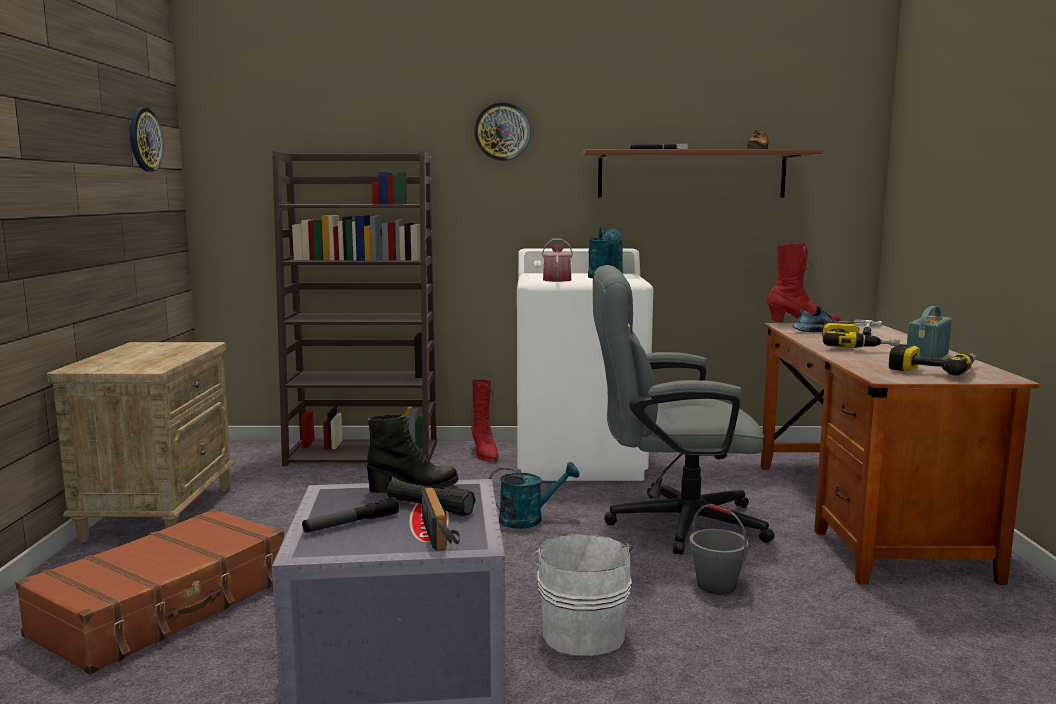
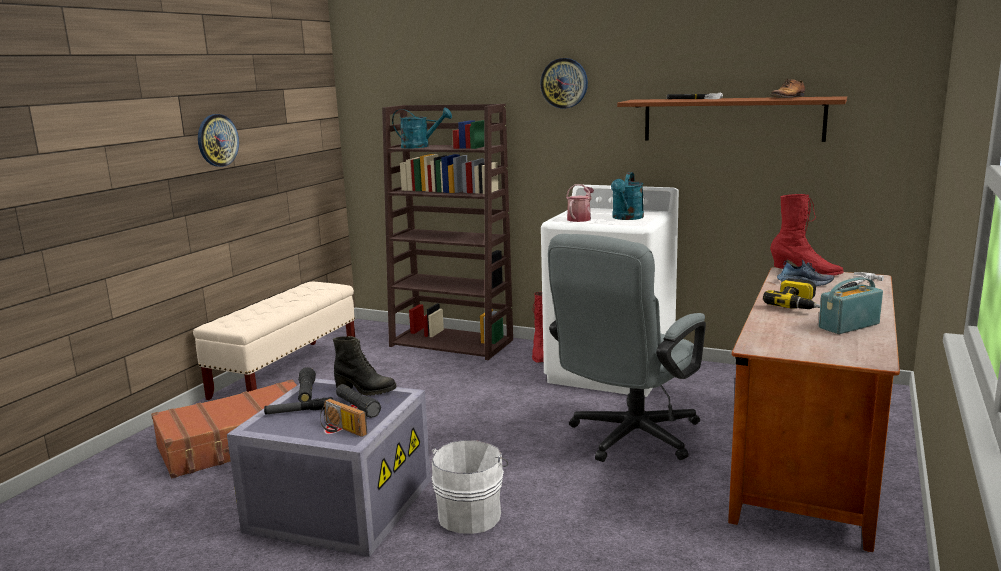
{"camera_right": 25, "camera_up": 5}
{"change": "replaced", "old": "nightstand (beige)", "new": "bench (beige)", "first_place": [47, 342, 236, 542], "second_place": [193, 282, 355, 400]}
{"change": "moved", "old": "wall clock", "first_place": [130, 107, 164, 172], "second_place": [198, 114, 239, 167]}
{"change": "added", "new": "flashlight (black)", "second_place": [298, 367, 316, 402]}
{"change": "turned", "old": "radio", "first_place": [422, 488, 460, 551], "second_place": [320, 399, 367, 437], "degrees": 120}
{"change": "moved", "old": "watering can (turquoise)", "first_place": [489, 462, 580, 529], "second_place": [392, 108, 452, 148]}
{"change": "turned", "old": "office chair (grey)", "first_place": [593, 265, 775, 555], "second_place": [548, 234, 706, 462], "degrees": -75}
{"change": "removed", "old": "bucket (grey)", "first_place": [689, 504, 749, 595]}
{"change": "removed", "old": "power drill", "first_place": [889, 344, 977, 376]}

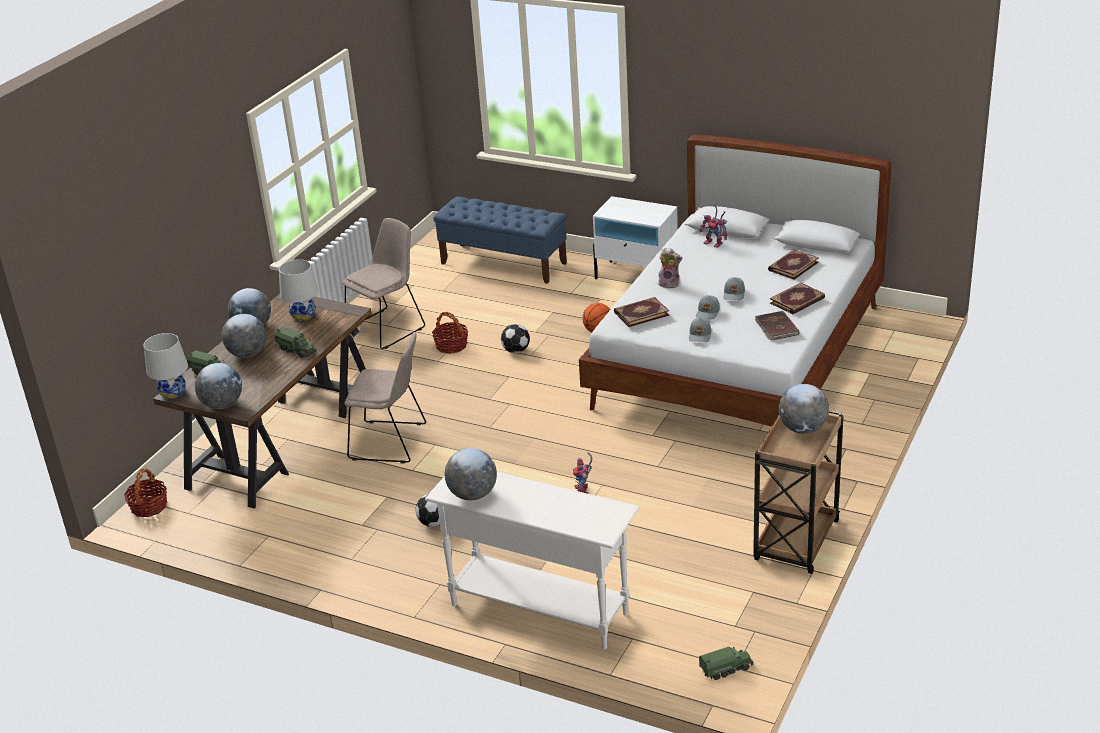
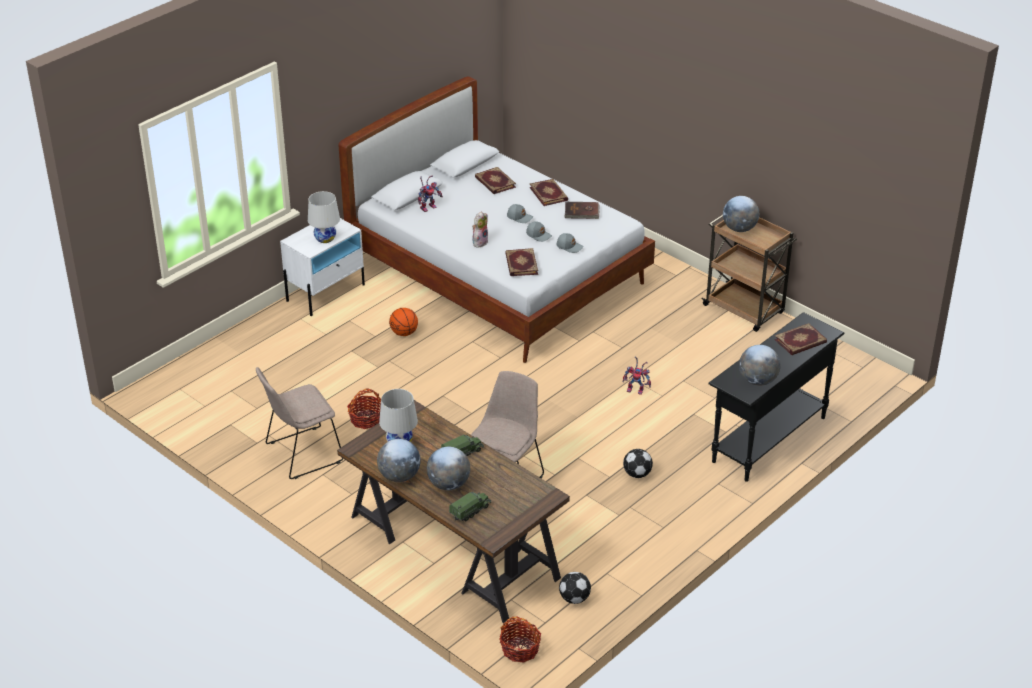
{"camera_right": -75, "camera_up": 5}
{"change": "turned", "old": "chair (beige)", "first_place": [343, 218, 425, 349], "second_place": [256, 367, 343, 479], "degrees": -90}
{"change": "moved", "old": "table lamp (white)", "first_place": [144, 333, 188, 399], "second_place": [308, 191, 340, 243]}
{"change": "moved", "old": "football", "first_place": [501, 324, 530, 353], "second_place": [559, 572, 591, 604]}
{"change": "recoloured", "old": "console table (white)", "new": "console table (black)", "first_place": [425, 472, 640, 650], "second_place": [708, 312, 844, 482]}
{"change": "added", "new": "book", "second_place": [774, 323, 827, 355]}
{"change": "removed", "old": "globe", "first_place": [195, 363, 242, 409]}
{"change": "removed", "old": "bench (blue)", "first_place": [433, 197, 567, 284]}
{"change": "removed", "old": "toy truck", "first_place": [699, 647, 754, 680]}

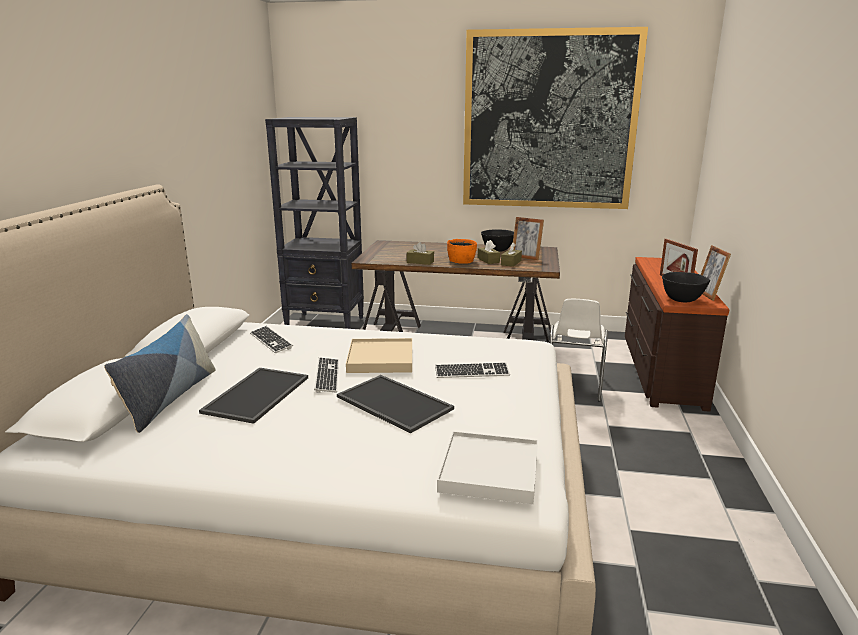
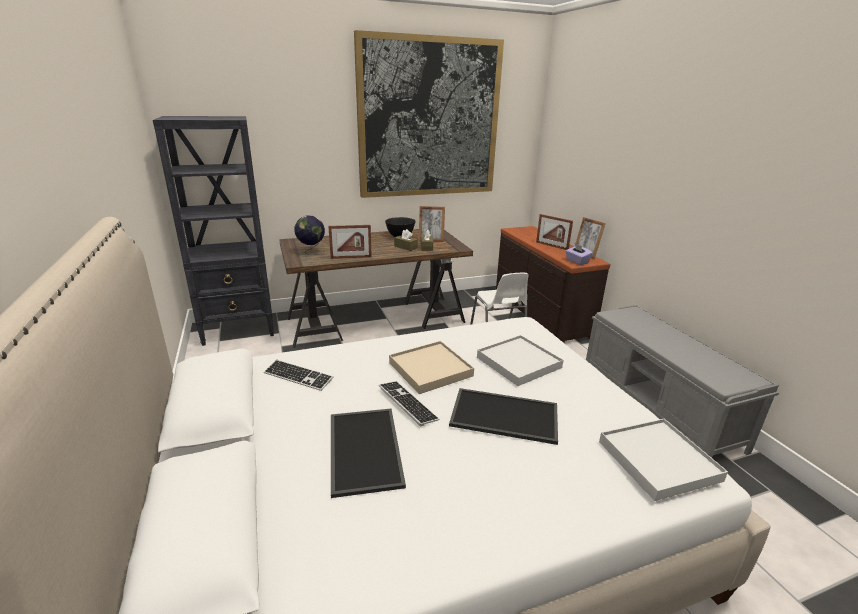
{"camera_right": -30, "camera_up": 5}
{"change": "added", "new": "globe", "second_place": [295, 215, 325, 255]}
{"change": "replaced", "old": "tissue box (brown)", "new": "picture frame", "first_place": [407, 242, 434, 265], "second_place": [328, 225, 372, 259]}
{"change": "replaced", "old": "keyboard", "new": "tray (white)", "first_place": [435, 362, 510, 378], "second_place": [477, 335, 564, 386]}
{"change": "replaced", "old": "bowl (black)", "new": "tissue box (purple)", "first_place": [662, 272, 710, 302], "second_place": [565, 244, 593, 265]}
{"change": "added", "new": "bench (grey)", "second_place": [586, 305, 779, 458]}
{"change": "removed", "old": "pillow", "first_place": [104, 314, 216, 433]}
{"change": "removed", "old": "bowl (orange)", "first_place": [447, 239, 477, 264]}

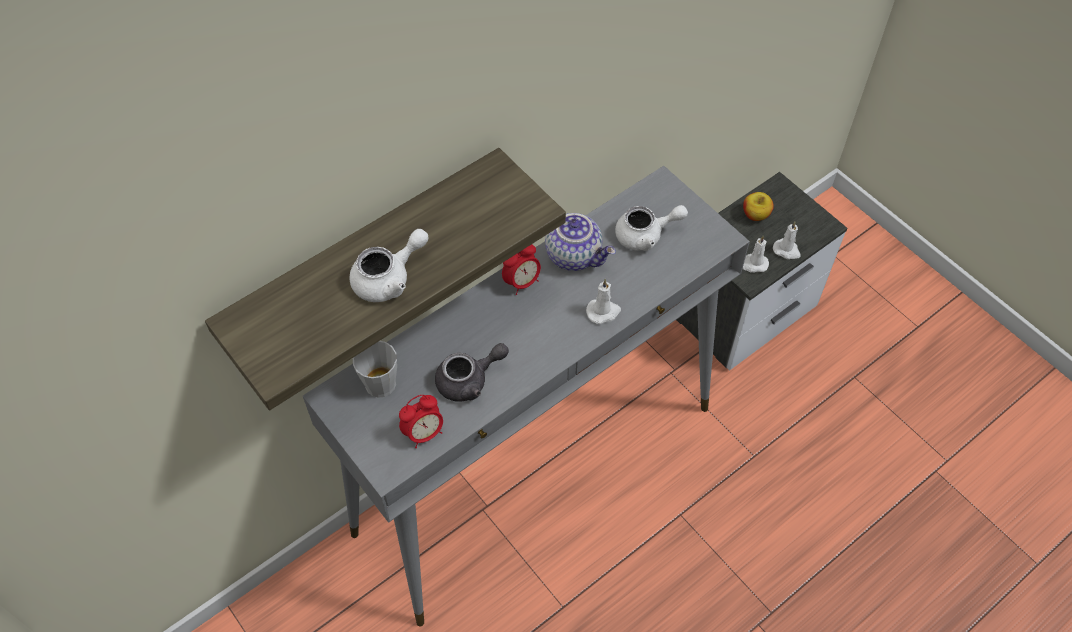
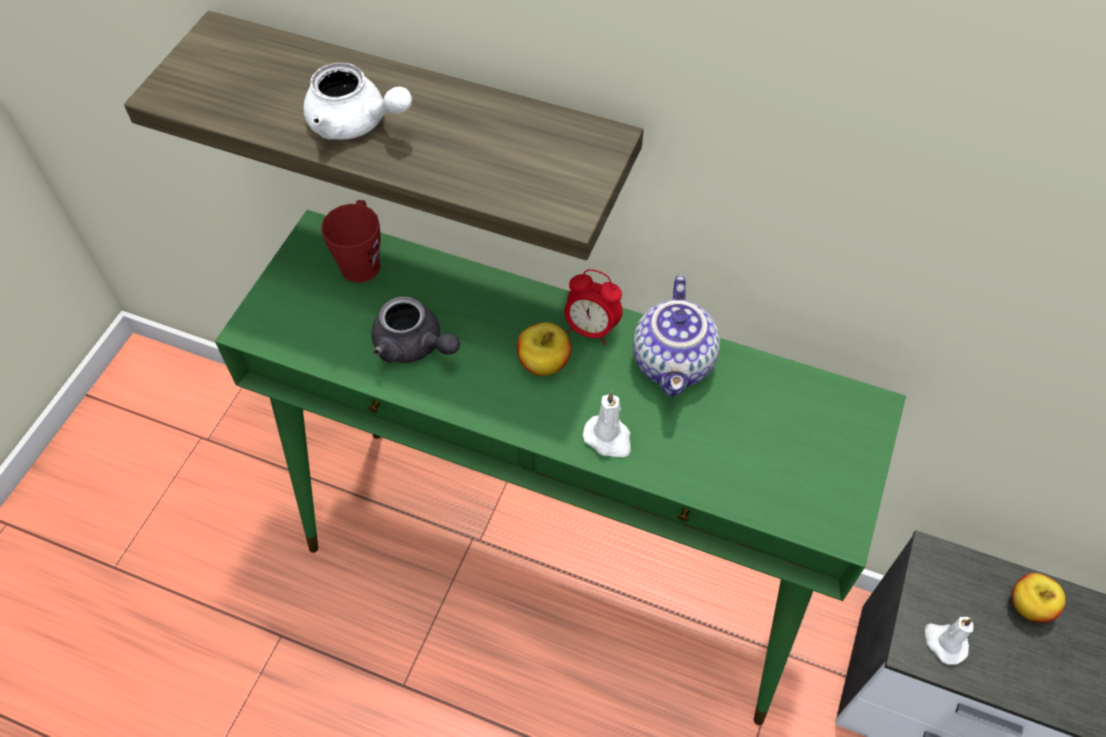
{"camera_right": 60, "camera_up": 0}
{"change": "recoloured", "old": "console table (grey)", "new": "console table (green)", "first_place": [303, 166, 750, 627], "second_place": [215, 210, 906, 725]}
{"change": "recoloured", "old": "mug (grey)", "new": "mug (red)", "first_place": [353, 341, 397, 398], "second_place": [321, 200, 381, 283]}
{"change": "added", "new": "apple", "second_place": [517, 322, 572, 376]}
{"change": "removed", "old": "alarm clock", "first_place": [399, 395, 443, 448]}
{"change": "removed", "old": "teapot (white)", "first_place": [615, 205, 688, 251]}
{"change": "removed", "old": "candle (white)", "first_place": [773, 222, 801, 259]}

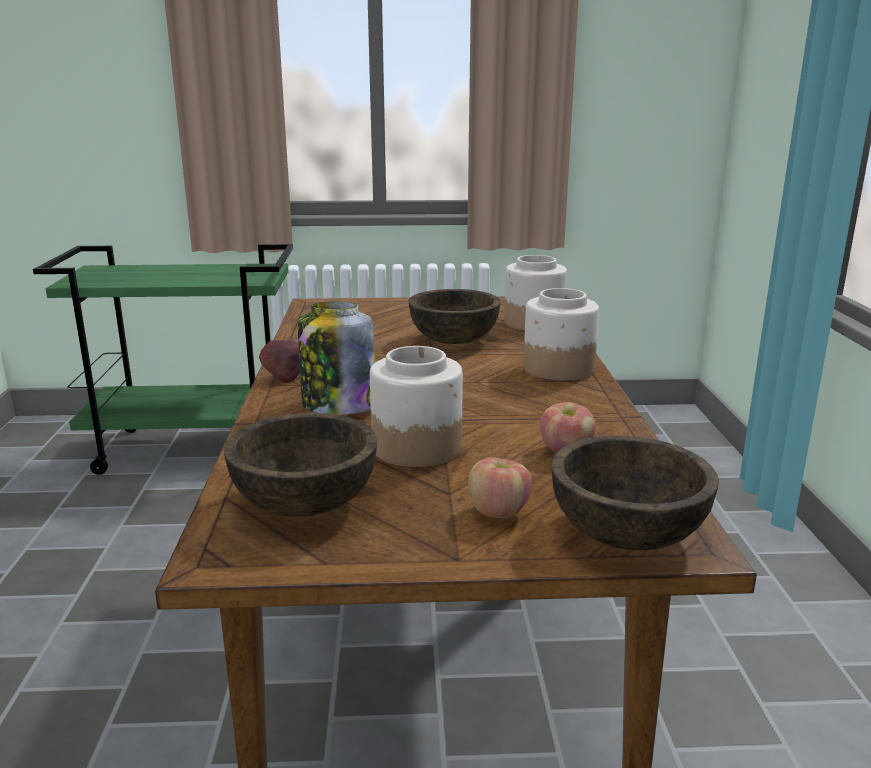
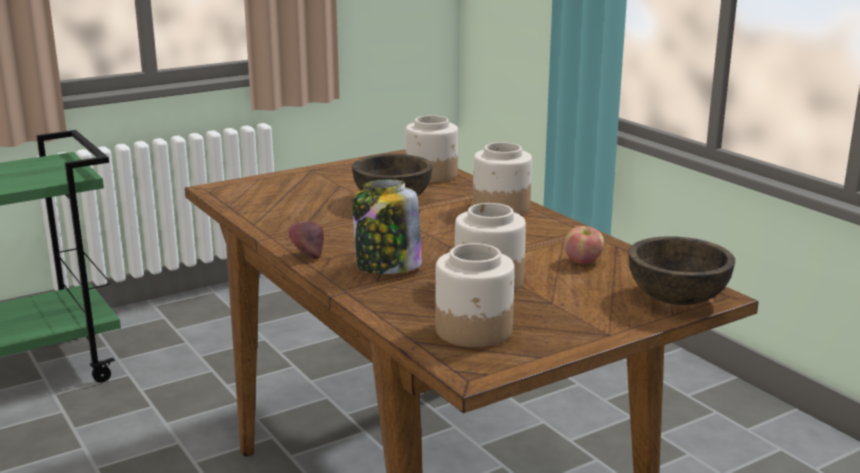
{"camera_right": -30, "camera_up": 0}
{"change": "replaced", "old": "bowl (brown)", "new": "jar", "first_place": [224, 413, 377, 517], "second_place": [435, 243, 515, 347]}
{"change": "removed", "old": "apple", "first_place": [468, 457, 532, 518]}

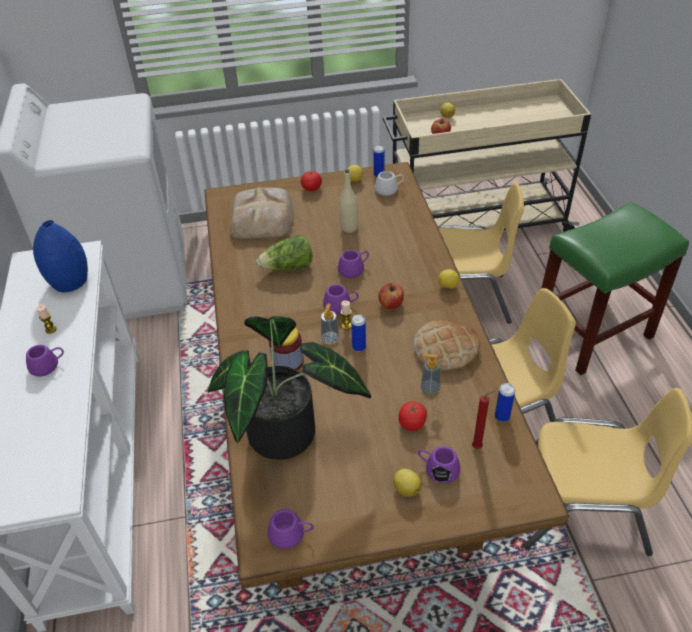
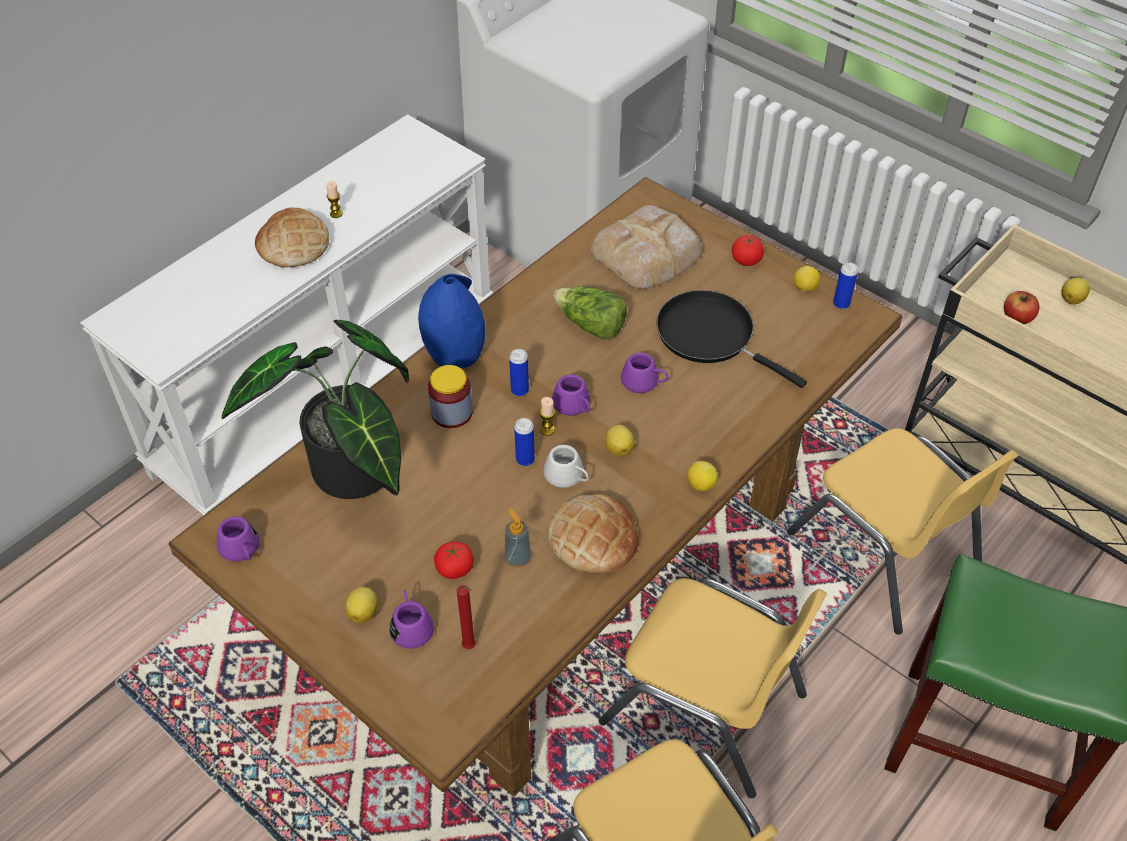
{"camera_right": 50, "camera_up": 5}
{"change": "replaced", "old": "mug (purple)", "new": "bread", "first_place": [26, 345, 64, 376], "second_place": [255, 207, 329, 267]}
{"change": "moved", "old": "vase (blue)", "first_place": [33, 220, 88, 292], "second_place": [418, 274, 485, 369]}
{"change": "moved", "old": "can", "first_place": [495, 383, 515, 422], "second_place": [509, 349, 529, 396]}
{"change": "moved", "old": "mug (white)", "first_place": [375, 171, 404, 196], "second_place": [544, 445, 589, 488]}
{"change": "replaced", "old": "apple", "new": "lemon", "first_place": [379, 283, 404, 309], "second_place": [605, 425, 635, 457]}
{"change": "replaced", "old": "bottle (beige)", "new": "frying pan (black)", "first_place": [339, 169, 358, 233], "second_place": [656, 290, 807, 388]}
{"change": "removed", "old": "soap dispenser", "first_place": [321, 303, 339, 346]}

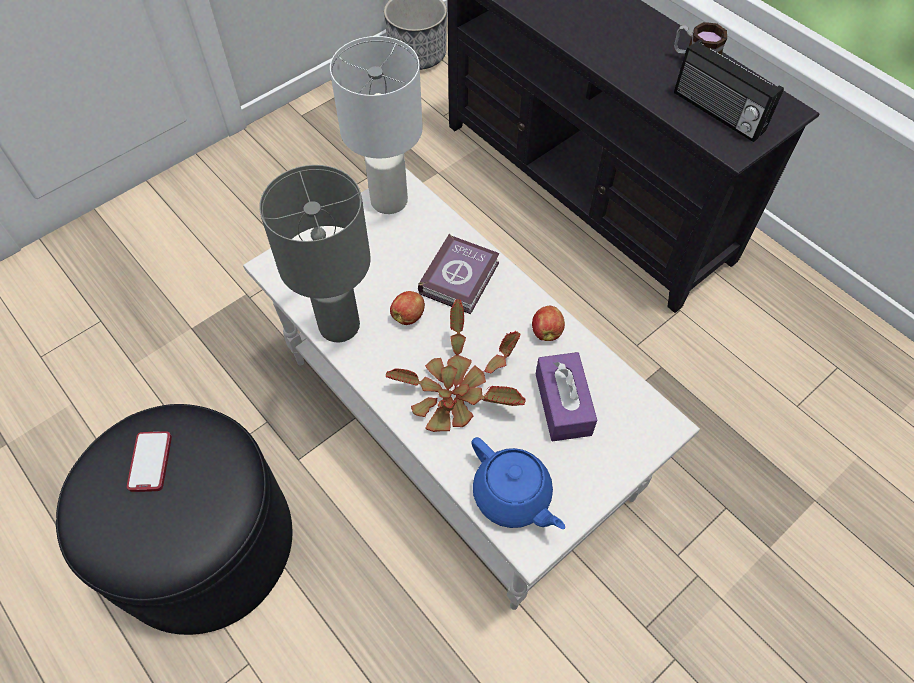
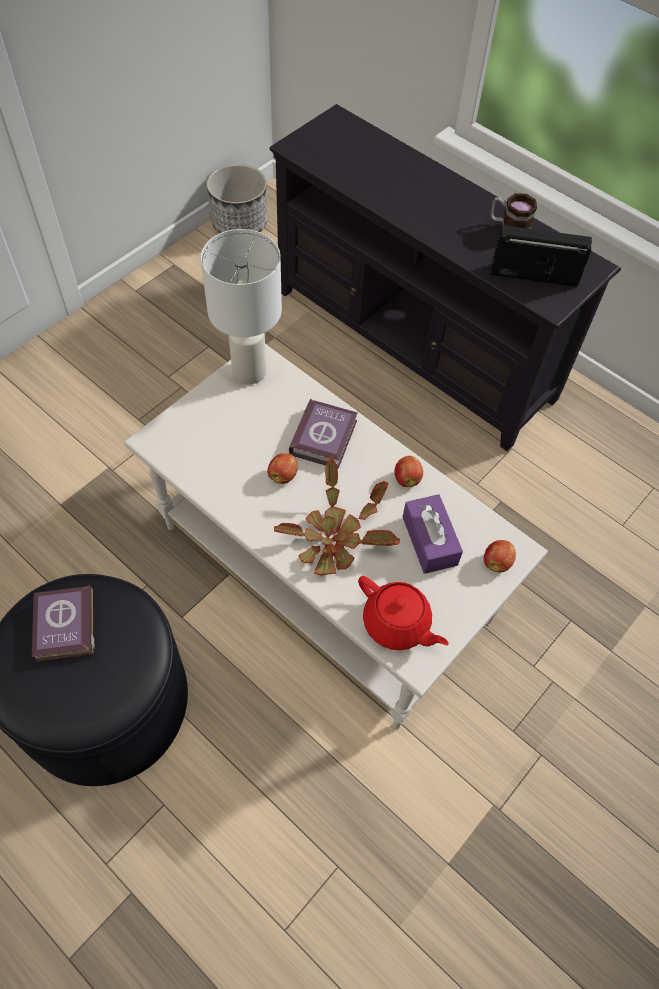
{"camera_right": -10, "camera_up": 0}
{"change": "replaced", "old": "phone", "new": "book", "first_place": [127, 431, 172, 492], "second_place": [32, 585, 94, 663]}
{"change": "recoloured", "old": "teapot (blue)", "new": "teapot (red)", "first_place": [471, 437, 565, 529], "second_place": [358, 576, 449, 650]}
{"change": "added", "new": "apple", "second_place": [484, 540, 516, 572]}
{"change": "turned", "old": "radio", "first_place": [674, 39, 784, 142], "second_place": [491, 225, 592, 287], "degrees": 150}
{"change": "removed", "old": "table lamp (grey)", "first_place": [259, 165, 371, 342]}

